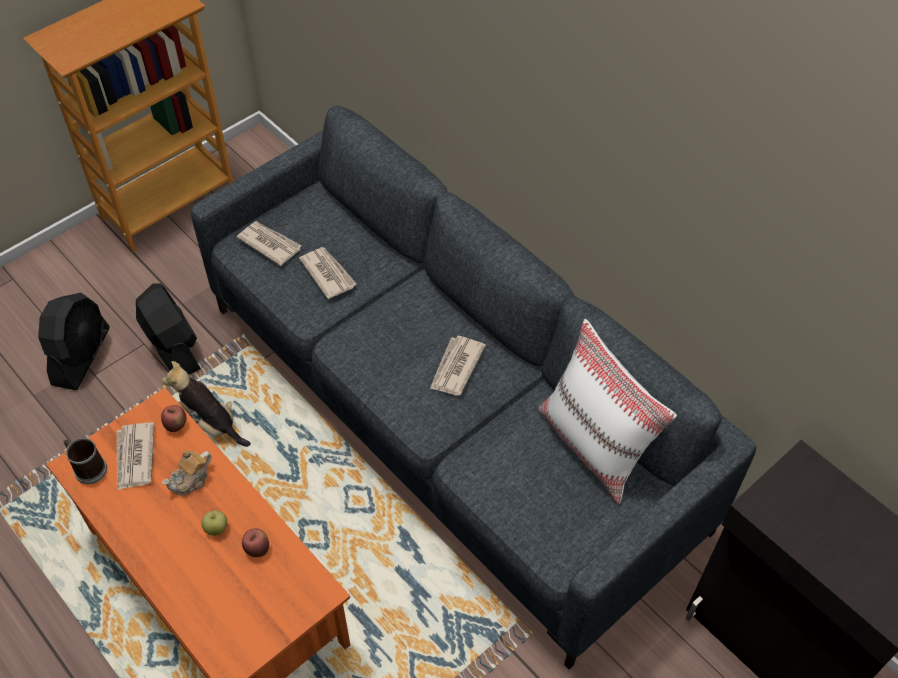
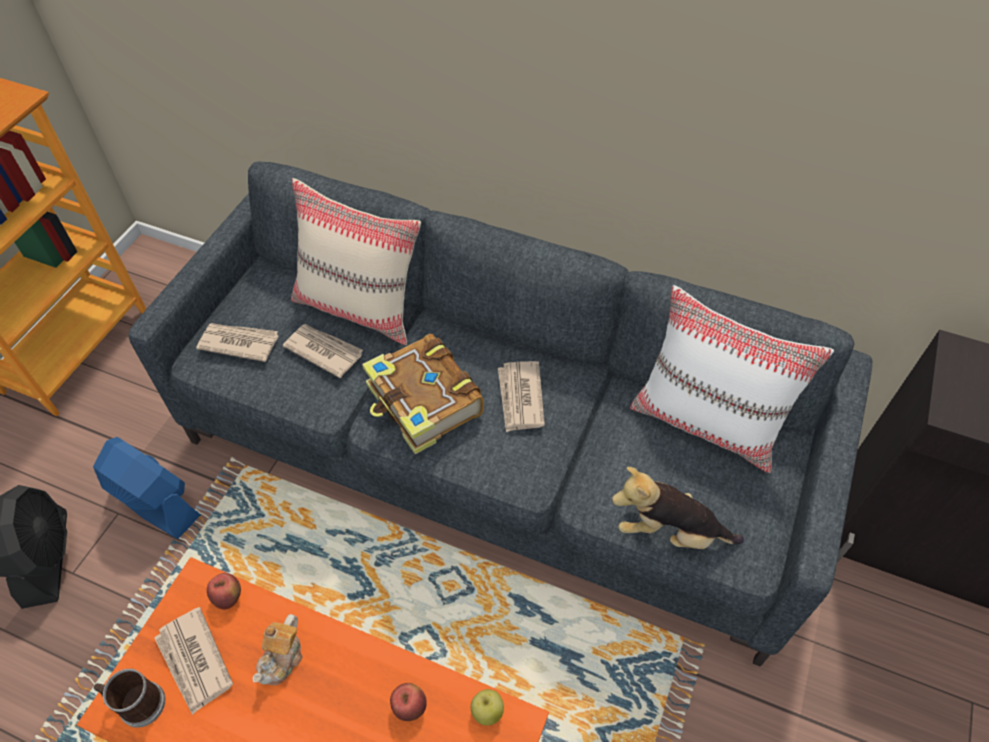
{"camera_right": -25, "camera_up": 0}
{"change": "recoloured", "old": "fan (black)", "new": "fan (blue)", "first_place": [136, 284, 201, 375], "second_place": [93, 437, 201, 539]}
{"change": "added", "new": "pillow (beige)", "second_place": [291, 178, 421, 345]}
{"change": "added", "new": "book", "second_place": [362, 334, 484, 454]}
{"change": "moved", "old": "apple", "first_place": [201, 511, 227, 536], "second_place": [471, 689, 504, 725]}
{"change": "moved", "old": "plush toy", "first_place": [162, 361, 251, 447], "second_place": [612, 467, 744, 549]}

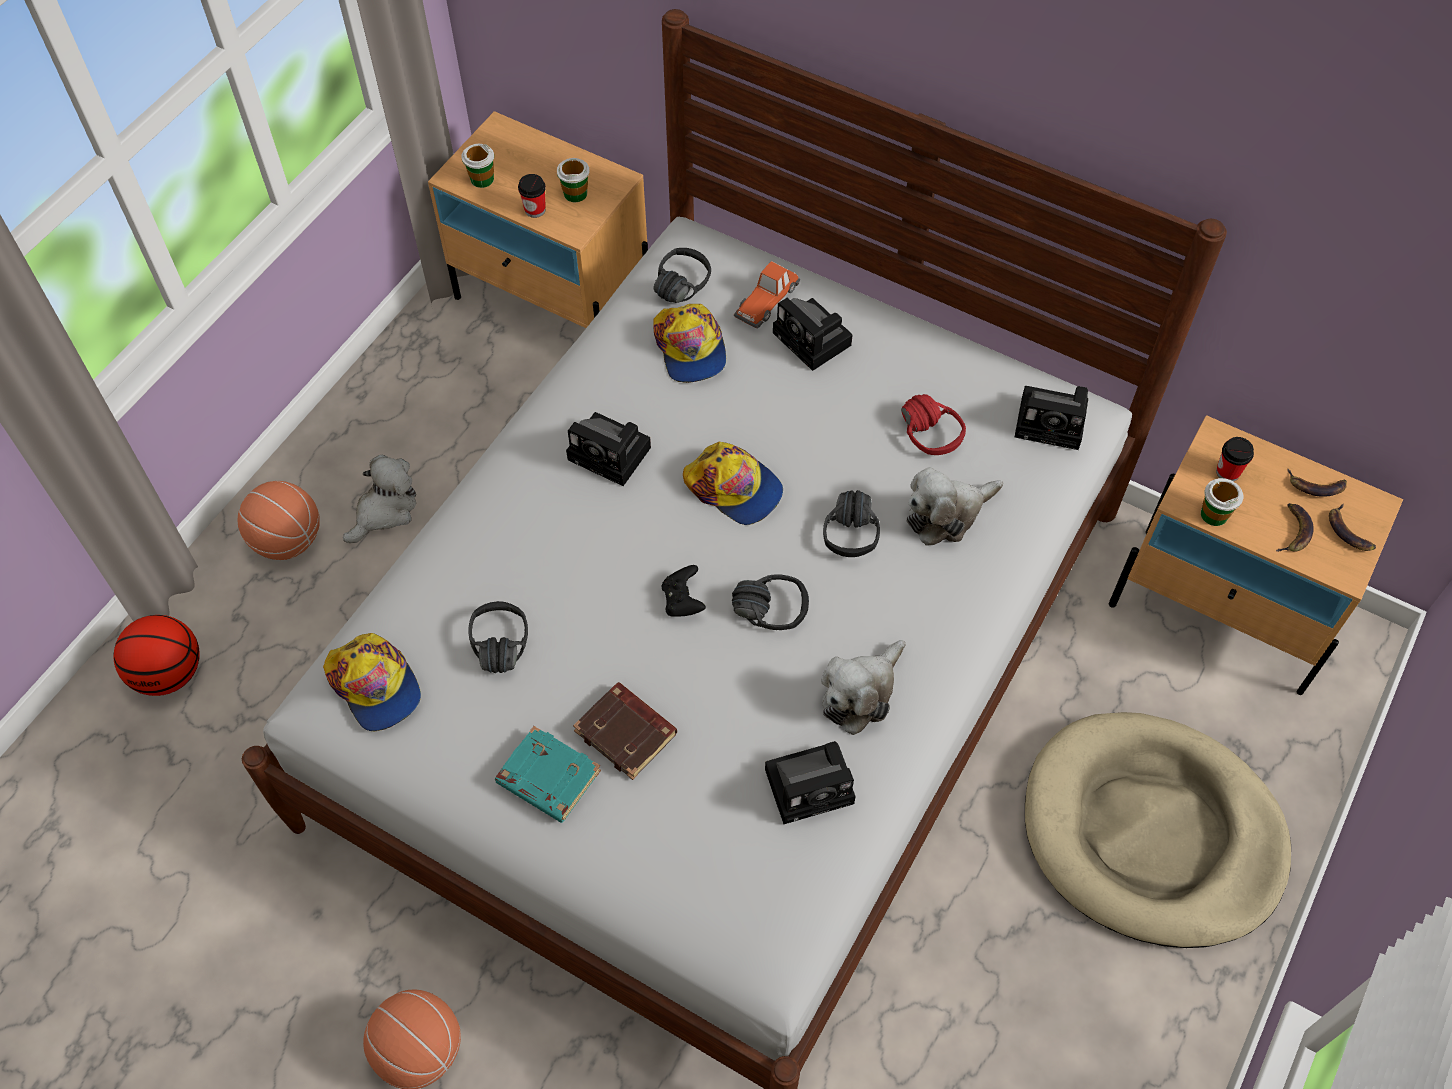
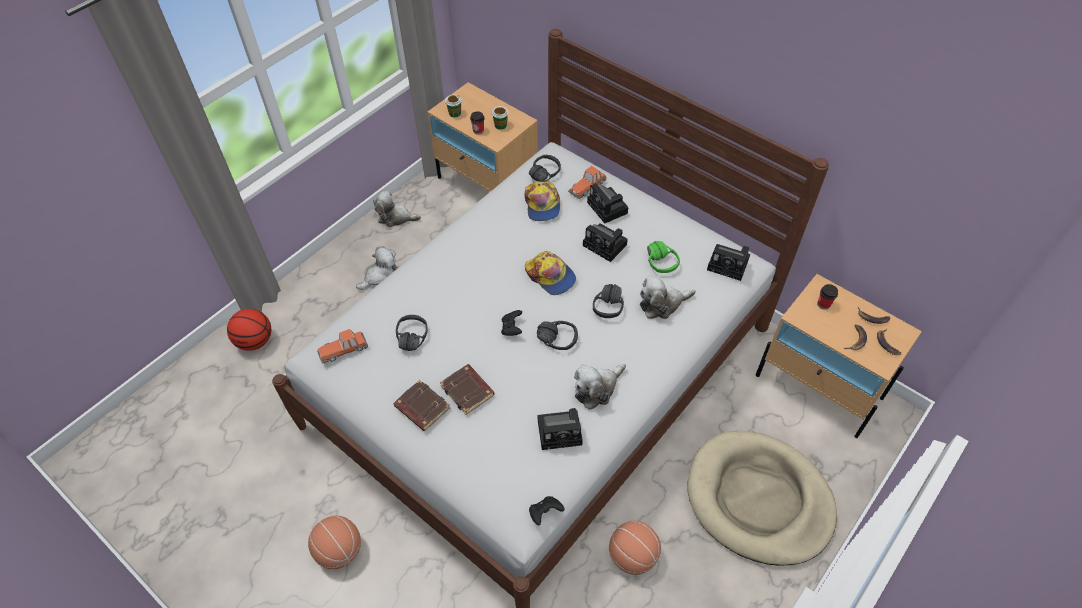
{"camera_right": 10, "camera_up": -5}
{"change": "replaced", "old": "cap", "new": "toy car", "first_place": [323, 633, 421, 731], "second_place": [317, 329, 368, 364]}
{"change": "added", "new": "plush toy", "second_place": [373, 191, 421, 227]}
{"change": "recoloured", "old": "book (turquoise)", "new": "book (brown)", "first_place": [495, 726, 601, 823], "second_place": [394, 380, 450, 431]}
{"change": "added", "new": "game controller (black)", "second_place": [529, 496, 565, 526]}
{"change": "moved", "old": "photo camera", "first_place": [566, 412, 651, 486], "second_place": [583, 223, 628, 262]}
{"change": "moved", "old": "basketball", "first_place": [238, 481, 320, 560], "second_place": [609, 521, 661, 575]}
{"change": "recoloured", "old": "headphones (red)", "new": "headphones (green)", "first_place": [901, 394, 966, 455], "second_place": [647, 241, 680, 273]}
{"change": "removed", "old": "cup", "first_place": [1201, 478, 1243, 526]}

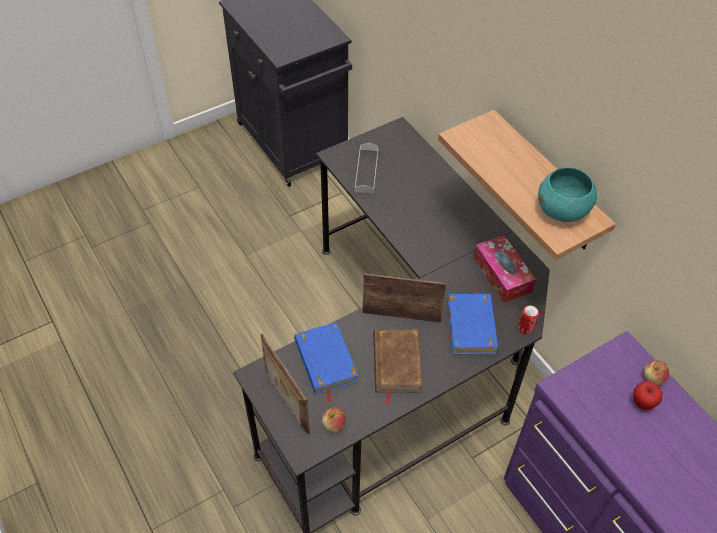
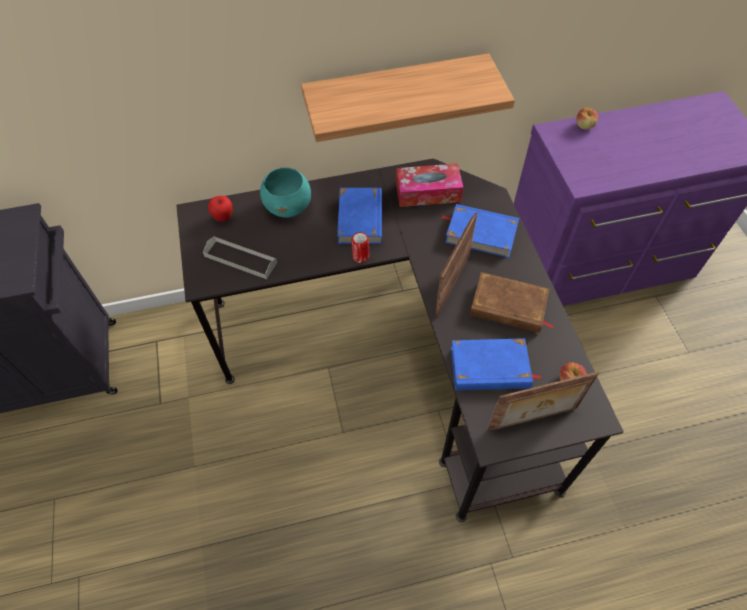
{"camera_right": -70, "camera_up": 5}
{"change": "moved", "old": "apple", "first_place": [633, 381, 663, 410], "second_place": [208, 196, 232, 222]}
{"change": "moved", "old": "bowl (turquoise)", "first_place": [538, 167, 597, 222], "second_place": [260, 168, 311, 218]}
{"change": "added", "new": "book (blue)", "second_place": [337, 188, 382, 244]}
{"change": "moved", "old": "can", "first_place": [518, 305, 539, 334], "second_place": [351, 232, 369, 263]}

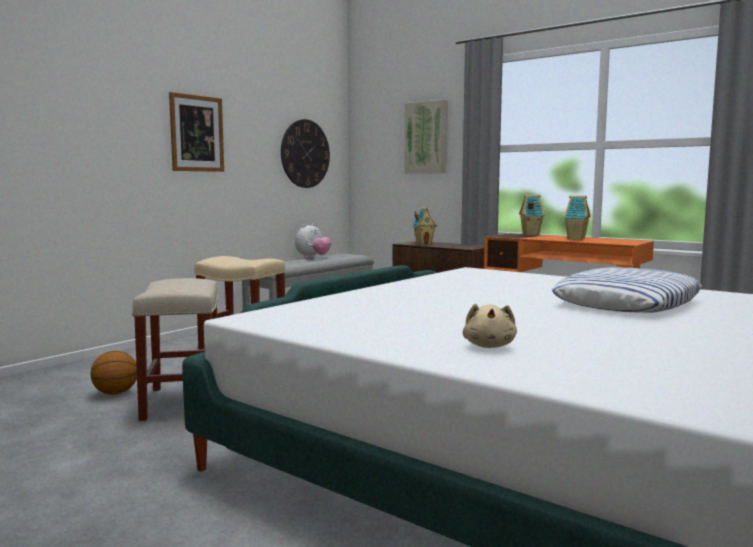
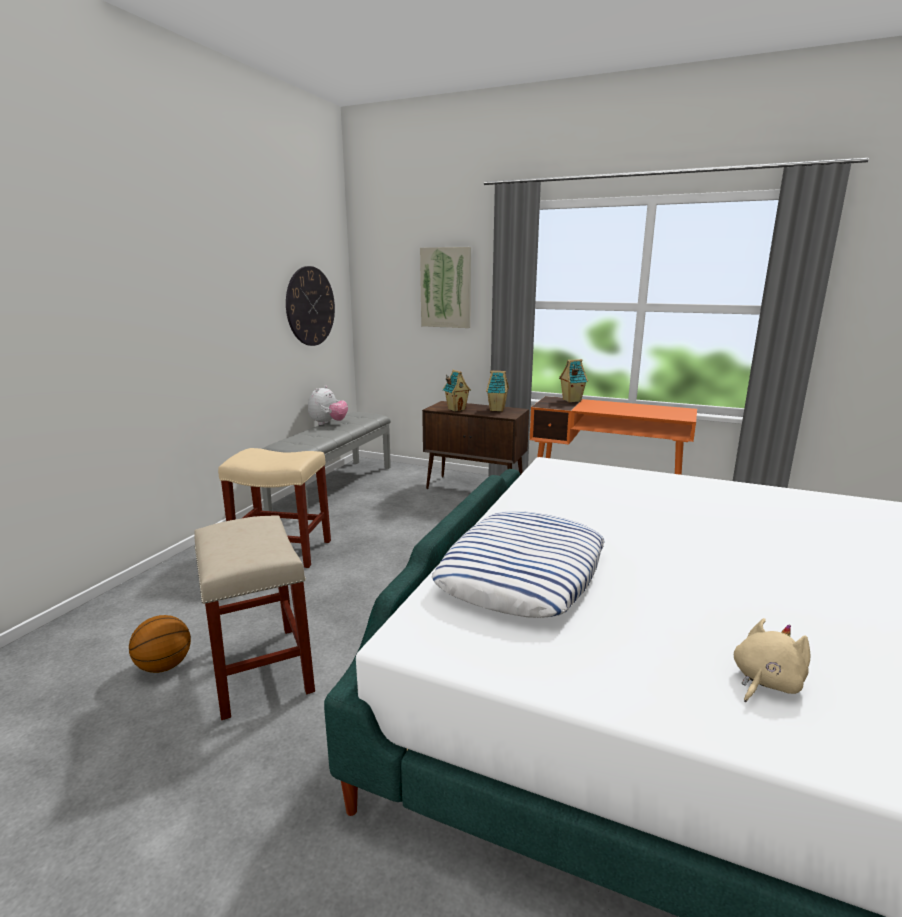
{"camera_right": -15, "camera_up": 10}
{"change": "moved", "old": "pillow", "first_place": [552, 267, 702, 313], "second_place": [432, 511, 604, 618]}
{"change": "moved", "old": "toy house", "first_place": [564, 196, 591, 240], "second_place": [486, 370, 509, 412]}
{"change": "turned", "old": "plush toy (beige)", "first_place": [463, 303, 517, 348], "second_place": [734, 618, 810, 702], "degrees": -120}
{"change": "removed", "old": "picture", "first_place": [169, 92, 224, 172]}

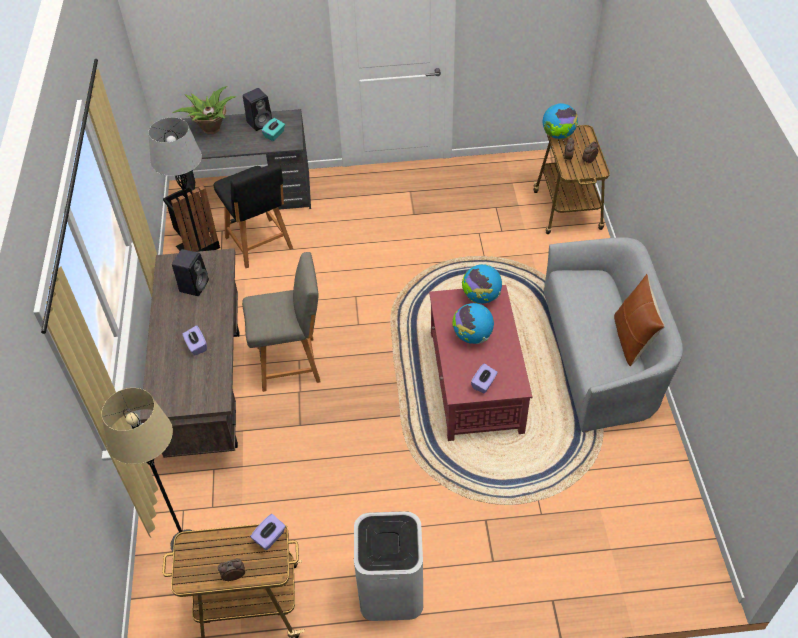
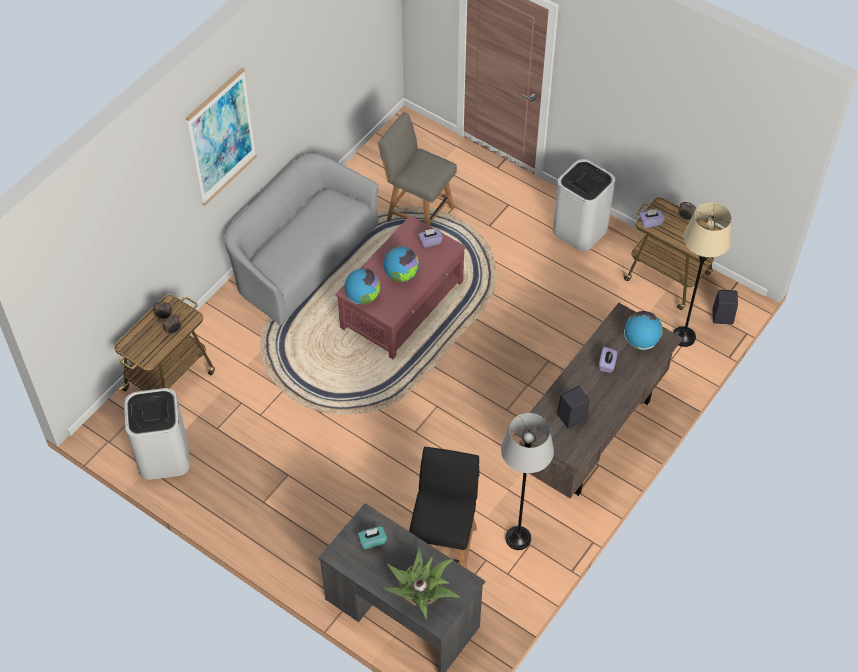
{"camera_right": -140, "camera_up": 5}
{"change": "added", "new": "trash can (white)", "second_place": [124, 388, 190, 480]}
{"change": "added", "new": "picture", "second_place": [186, 68, 257, 206]}
{"change": "moved", "old": "chair (grey)", "first_place": [242, 252, 321, 392], "second_place": [378, 112, 457, 226]}
{"change": "moved", "old": "globe", "first_place": [543, 103, 578, 139], "second_place": [624, 311, 663, 350]}
{"change": "moved", "old": "speaker (black)", "first_place": [243, 88, 272, 131], "second_place": [712, 290, 738, 325]}
{"change": "removed", "old": "trash can (black)", "first_place": [163, 186, 220, 252]}
{"change": "removed", "old": "pillow (brown)", "first_place": [614, 274, 665, 366]}

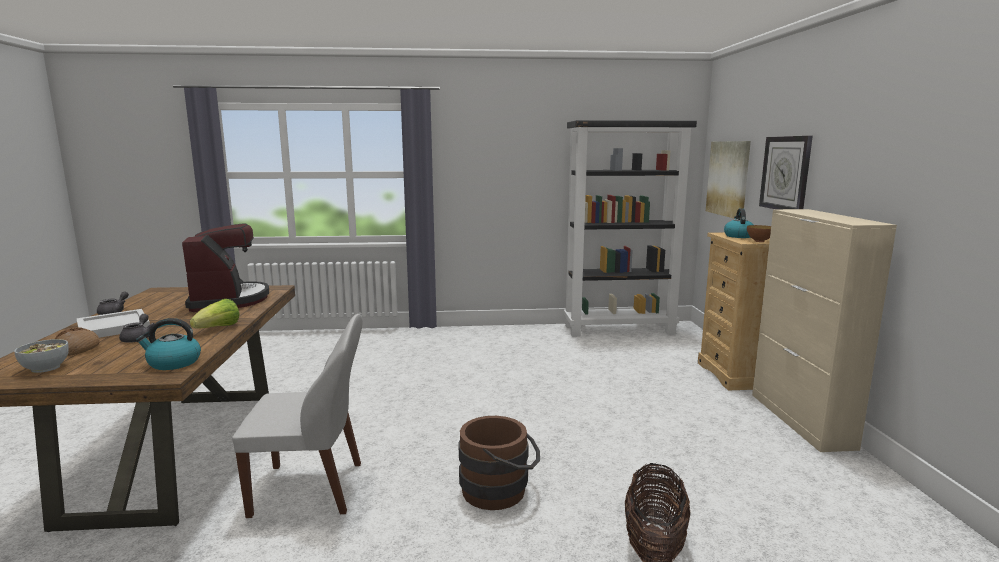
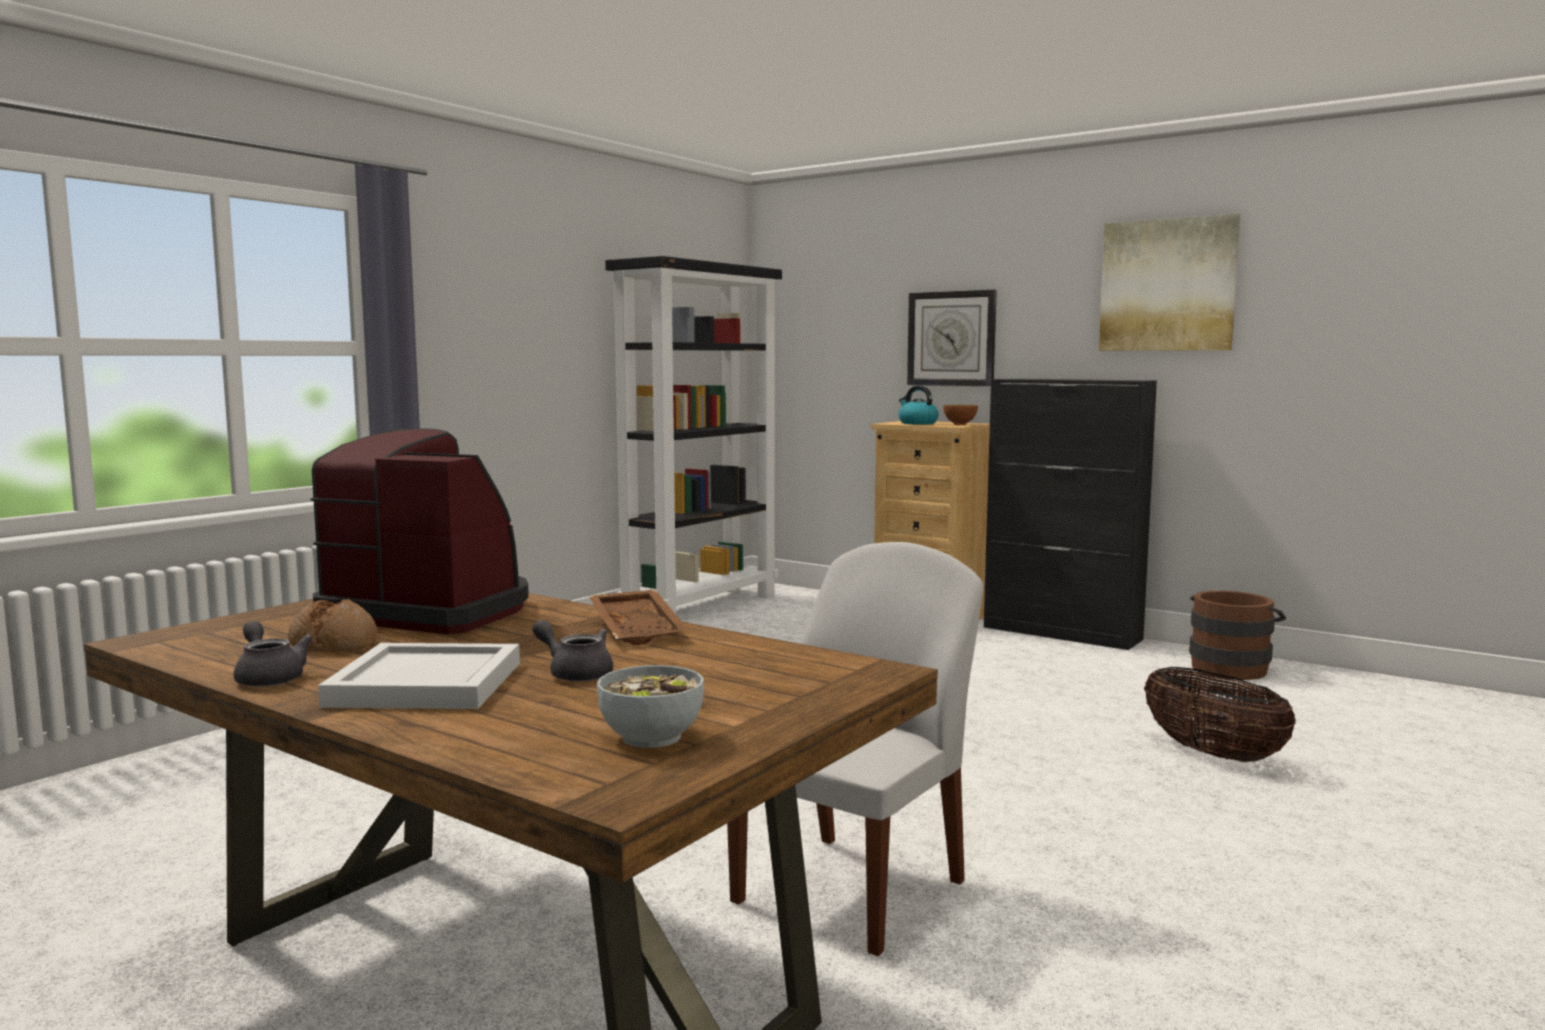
{"camera_right": -50, "camera_up": -5}
{"change": "moved", "old": "bread", "first_place": [55, 327, 100, 356], "second_place": [288, 599, 377, 652]}
{"change": "replaced", "old": "lettuce", "new": "tray (brown)", "first_place": [190, 299, 240, 329], "second_place": [589, 589, 689, 645]}
{"change": "recoloured", "old": "cabinet (beige)", "new": "cabinet (black)", "first_place": [752, 209, 897, 452], "second_place": [984, 379, 1157, 650]}
{"change": "moved", "old": "picture", "first_place": [706, 141, 751, 218], "second_place": [1099, 214, 1240, 351]}
{"change": "moved", "old": "bucket (brown)", "first_place": [458, 416, 540, 510], "second_place": [1189, 591, 1286, 680]}
{"change": "removed", "old": "kettle", "first_place": [136, 318, 201, 370]}

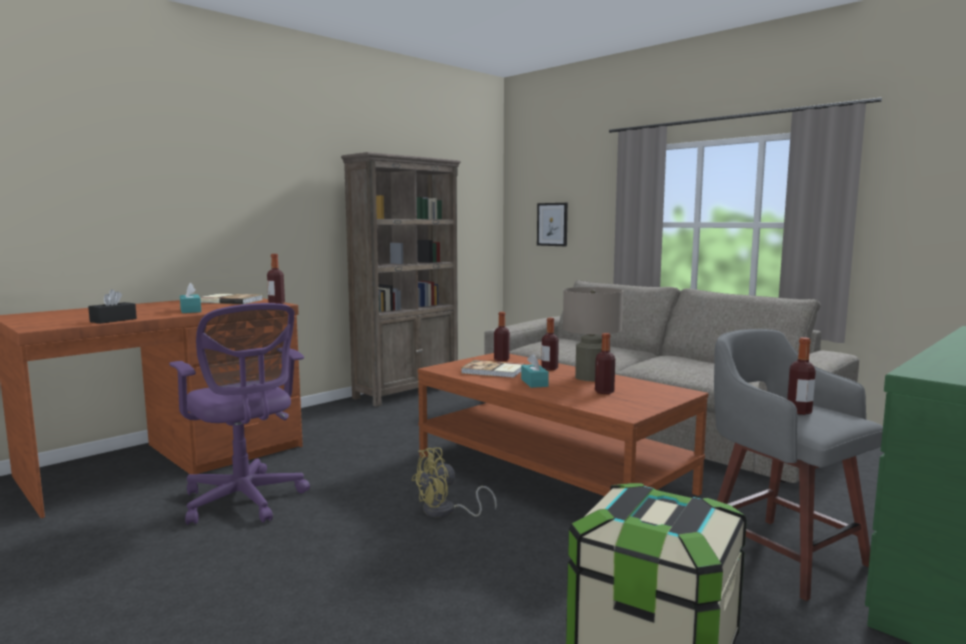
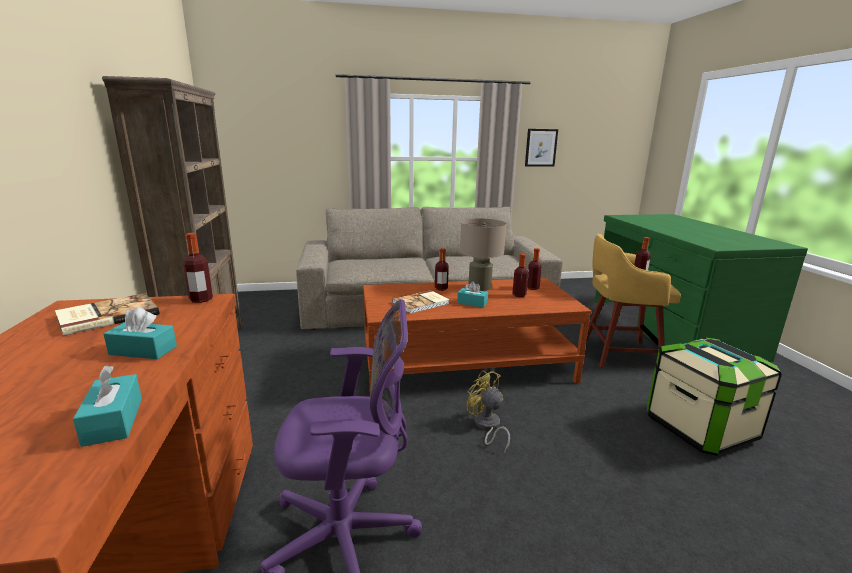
{"camera_right": -55, "camera_up": 10}
{"change": "recoloured", "old": "tissue box (black)", "new": "tissue box (turquoise)", "first_place": [88, 289, 137, 324], "second_place": [73, 365, 142, 447]}
{"change": "turned", "old": "fan (yellow)", "first_place": [411, 447, 497, 517], "second_place": [467, 370, 510, 454], "degrees": 135}
{"change": "moved", "old": "picture", "first_place": [537, 203, 568, 246], "second_place": [525, 129, 558, 167]}
{"change": "moved", "old": "bottle", "first_place": [494, 312, 510, 361], "second_place": [527, 248, 542, 290]}
{"change": "recoloured", "old": "stool (grey)", "new": "stool (yellow)", "first_place": [714, 329, 883, 601], "second_place": [586, 234, 681, 367]}

